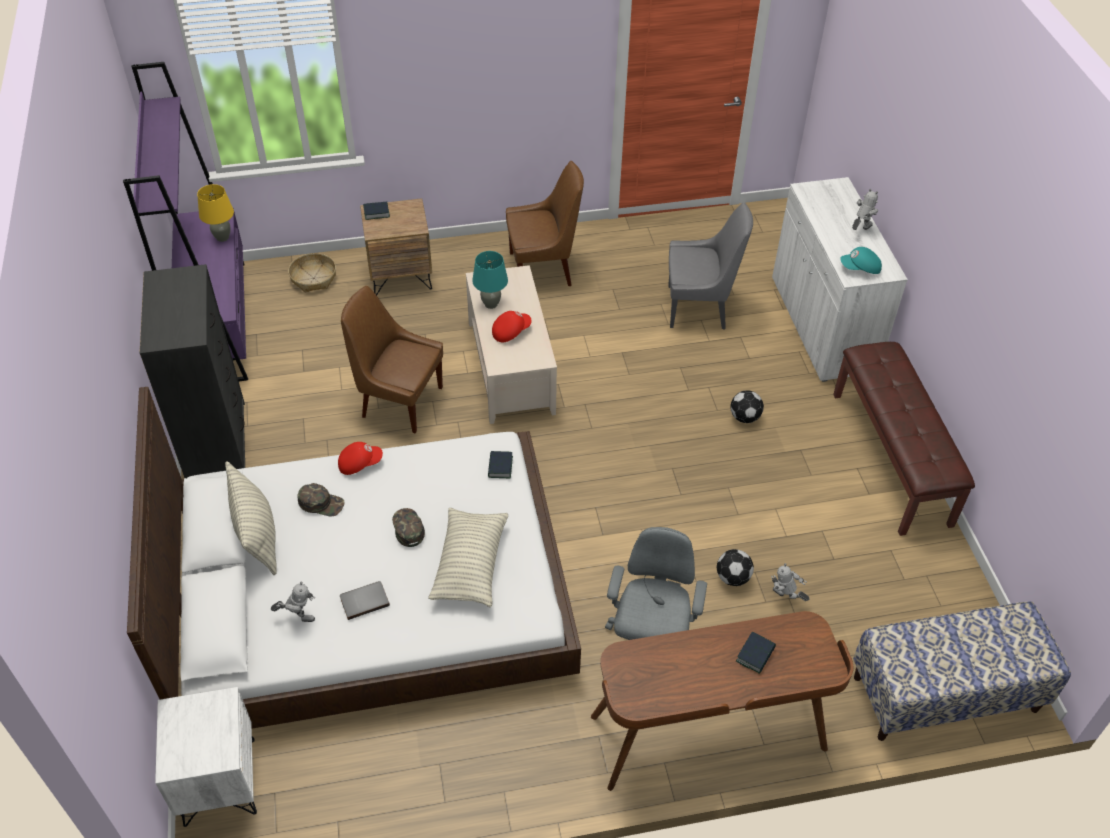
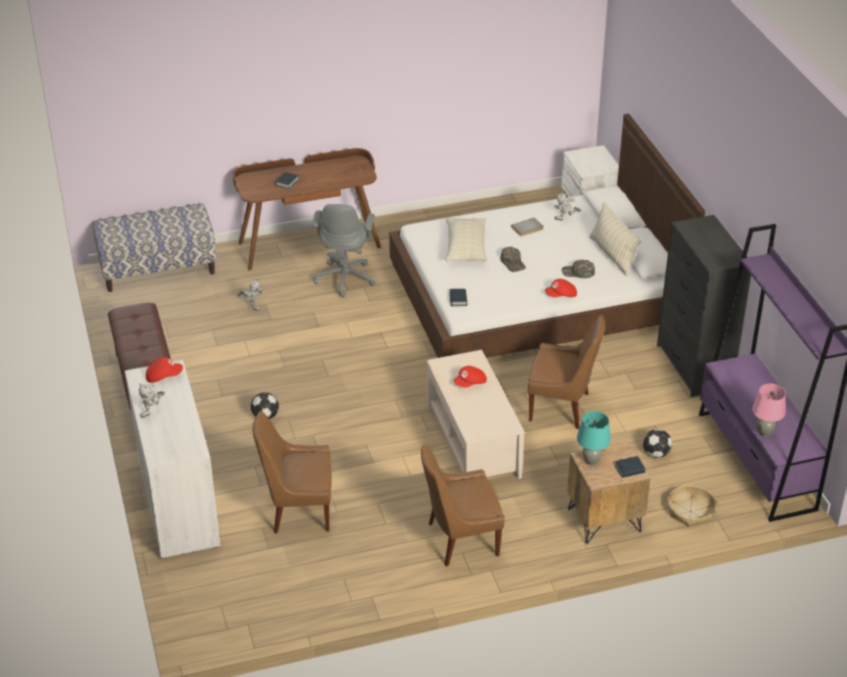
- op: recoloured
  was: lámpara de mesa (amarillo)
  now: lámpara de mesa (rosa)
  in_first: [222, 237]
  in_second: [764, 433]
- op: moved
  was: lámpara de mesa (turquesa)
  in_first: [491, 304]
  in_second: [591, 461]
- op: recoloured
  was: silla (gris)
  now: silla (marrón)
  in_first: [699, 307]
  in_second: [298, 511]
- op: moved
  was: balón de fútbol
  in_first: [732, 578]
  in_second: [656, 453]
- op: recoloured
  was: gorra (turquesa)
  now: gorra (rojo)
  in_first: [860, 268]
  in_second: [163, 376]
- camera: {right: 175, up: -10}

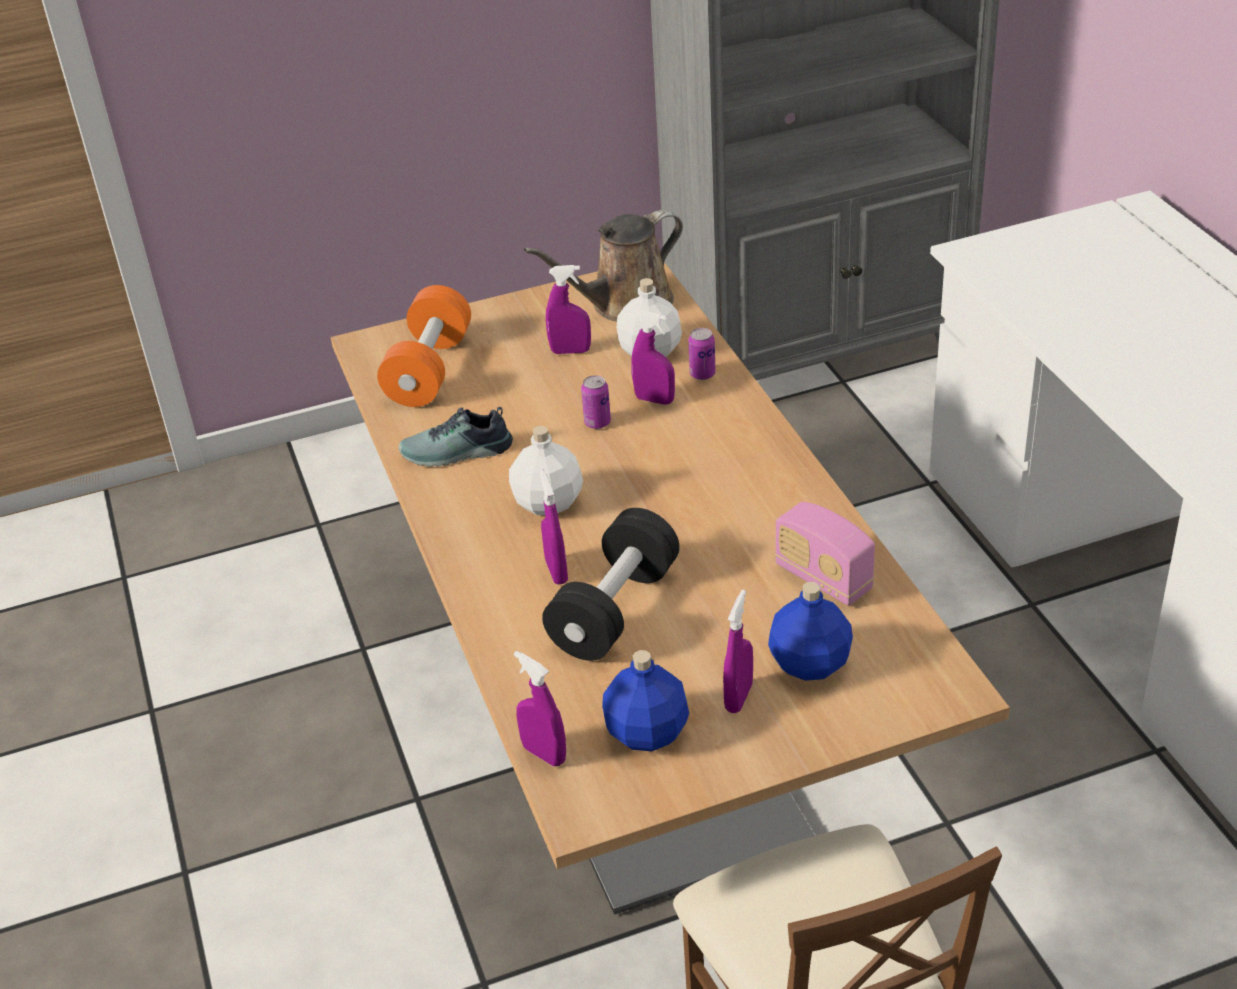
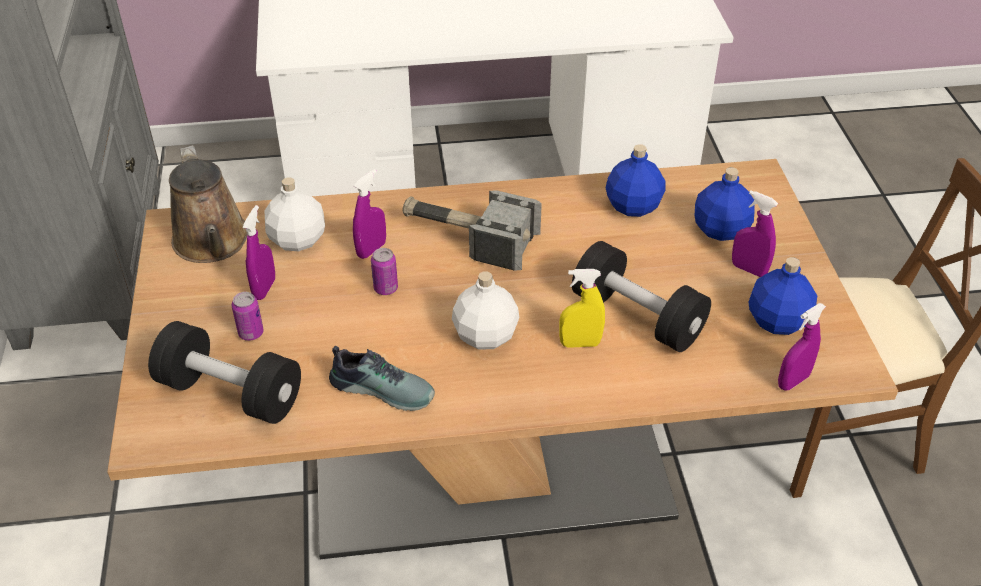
- op: recoloured
  was: mancuerna (naranja)
  now: mancuerna (negro)
  in_first: [429, 370]
  in_second: [230, 393]
- op: turned
  was: zapato
  in_first: [457, 453]
  in_second: [383, 387]
  clockwise: -75
- op: recoloured
  was: pulverizador (morado)
  now: pulverizador (amarillo)
  in_first: [556, 572]
  in_second: [580, 343]
- op: moved
  was: lata
  in_first: [702, 374]
  in_second: [251, 333]
- op: replaced
  was: radio
  now: botella (azul)
  in_first: [823, 578]
  in_second: [633, 206]
- op: added
  now: martillo
  in_second: [467, 237]
- camera: {right: -80, up: 5}

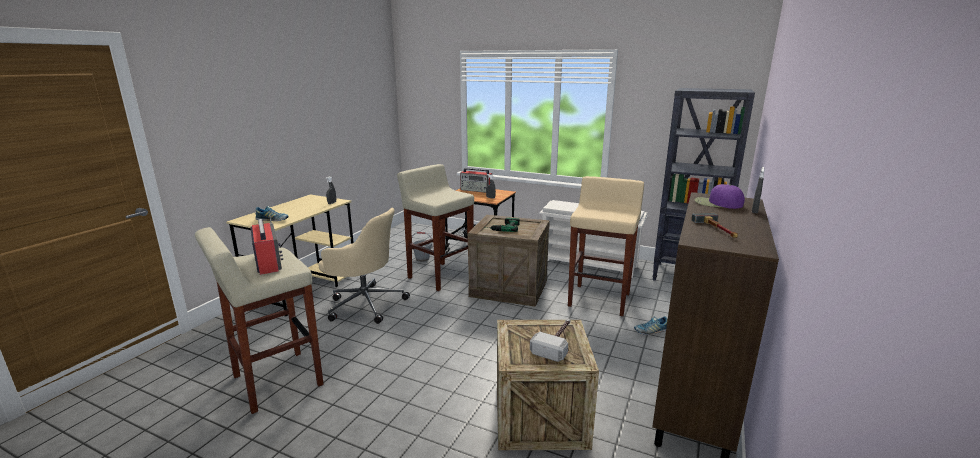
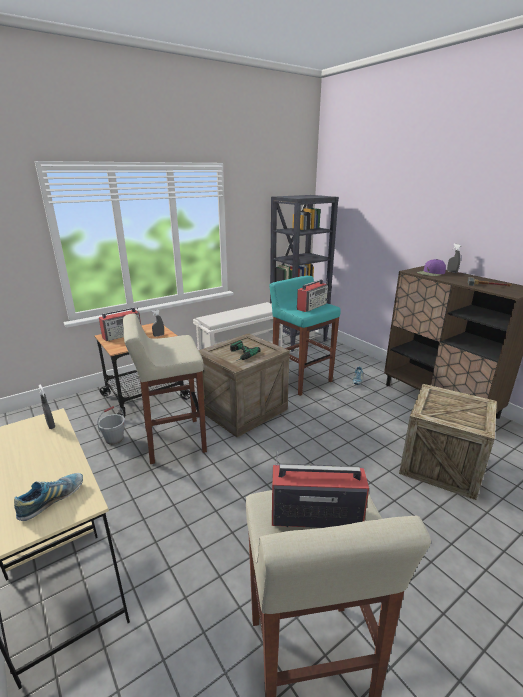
- op: removed
  was: silla de oficina (beis)
  in_first: [365, 304]
- op: removed
  was: martillo
  in_first: [557, 342]
- op: recoloured
  was: taburete (beis)
  now: taburete (turquesa)
  in_first: [599, 299]
  in_second: [301, 380]
- op: added
  now: radio
  in_second: [312, 306]
- camera: {right: -60, up: 5}

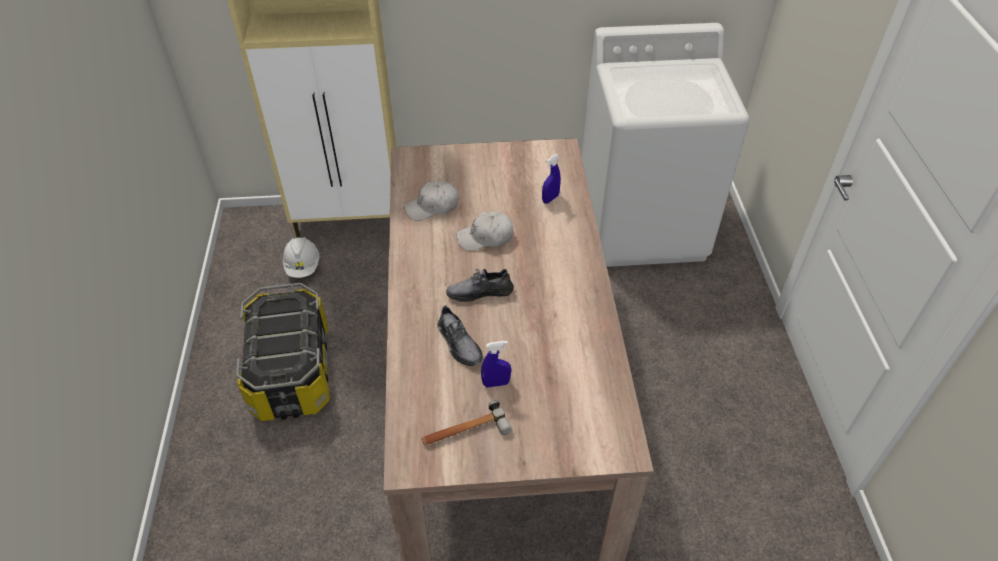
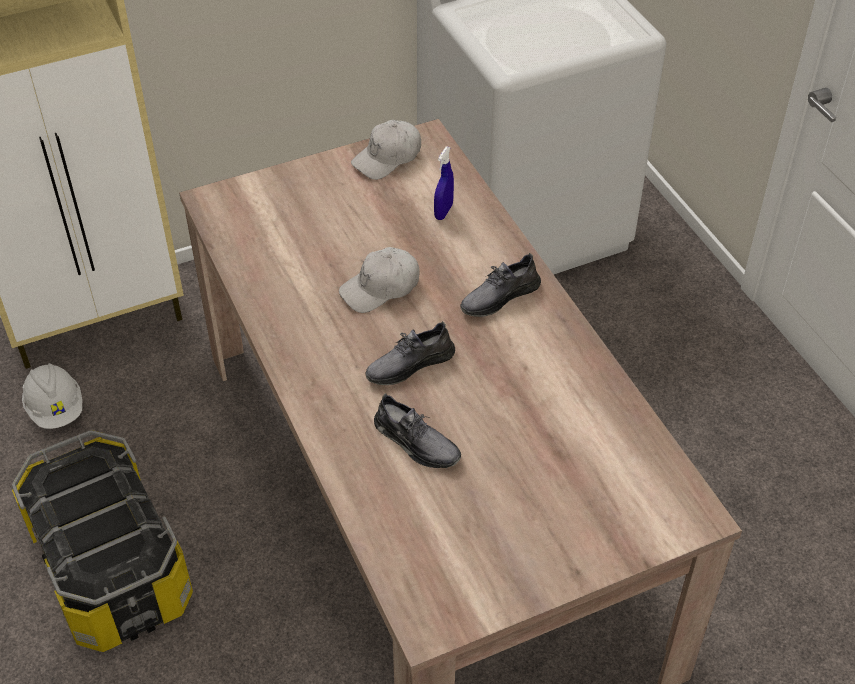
- op: moved
  was: gorra (blanco)
  in_first: [432, 207]
  in_second: [387, 158]
- op: removed
  was: martillo
  in_first: [464, 431]
- op: removed
  was: pulverizador (azul)
  in_first: [496, 383]
- op: added
  now: zapato (gris)
  in_second: [499, 297]
- camera: {right: -20, up: 0}

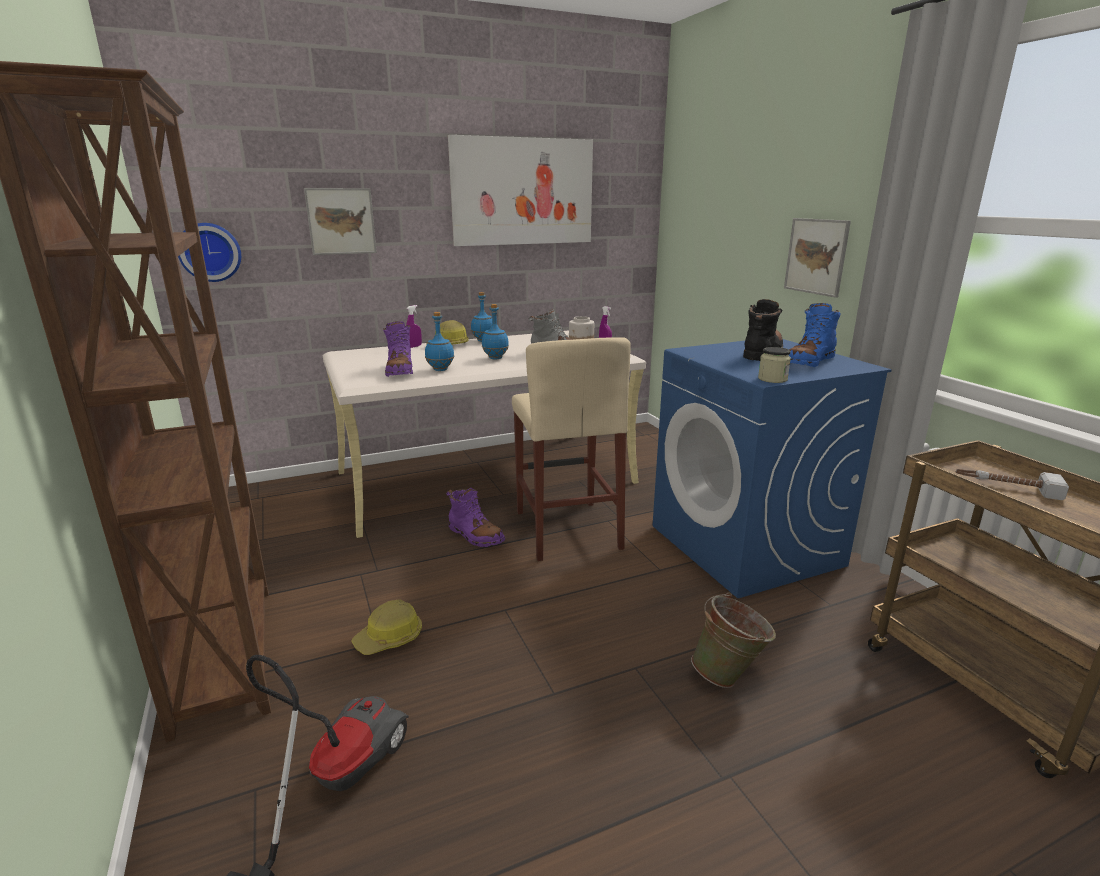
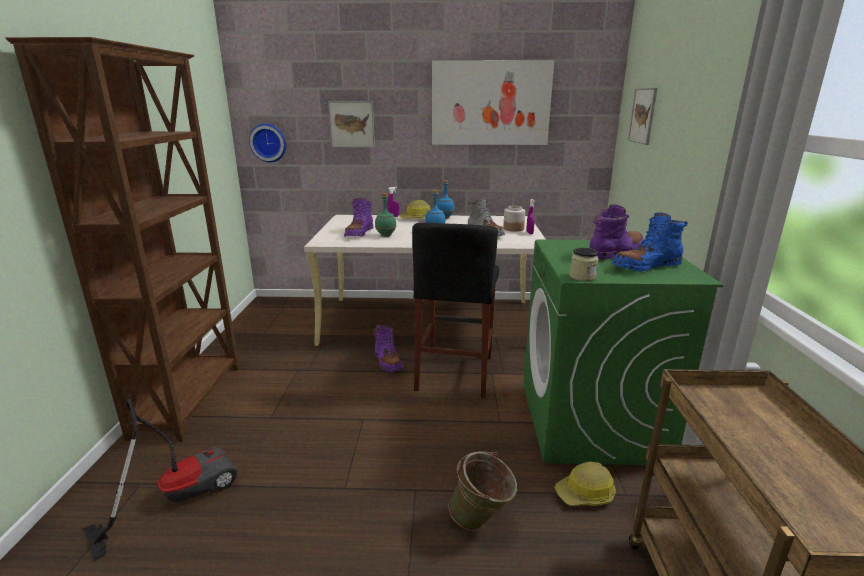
- op: moved
  was: casco
  in_first: [390, 638]
  in_second: [585, 494]
- op: recoloured
  was: botella (azul)
  now: botella (verde)
  in_first: [441, 370]
  in_second: [386, 236]
- op: recoloured
  was: taburete (beis)
  now: taburete (negro)
  in_first: [567, 529]
  in_second: [455, 372]
- op: recoloured
  was: lavadora (azul)
  now: lavadora (verde)
  in_first: [746, 546]
  in_second: [591, 422]
- op: recoloured
  was: bota (negro)
  now: bota (morado)
  in_first: [762, 353]
  in_second: [616, 253]
- op: moved
  was: cuadro
  in_first: [816, 256]
  in_second: [643, 115]
- op: removed
  was: martillo
  in_first: [1006, 487]
- camera: {right: 25, up: 0}

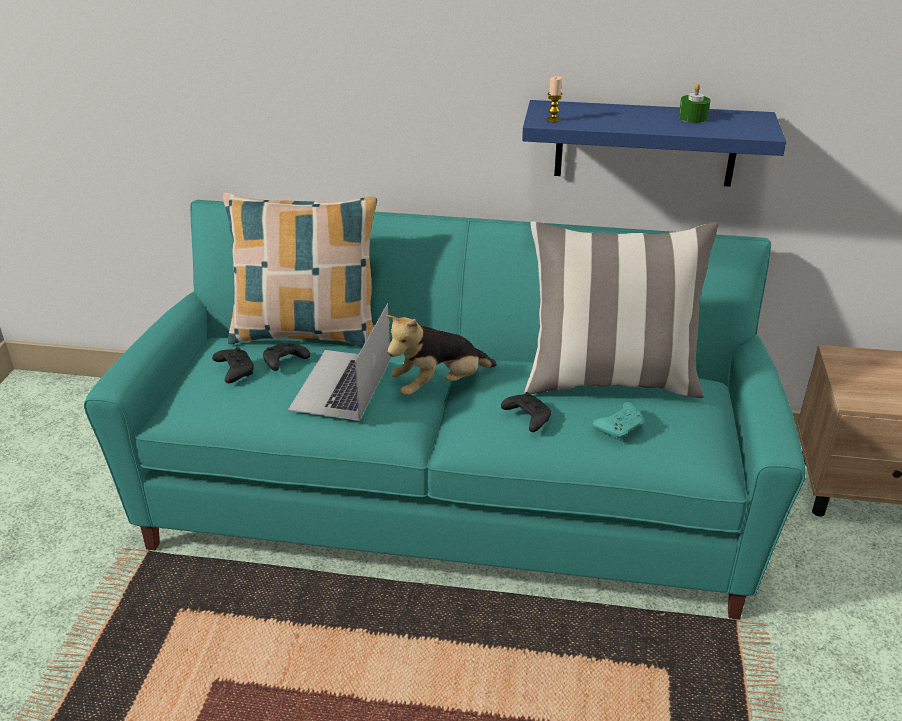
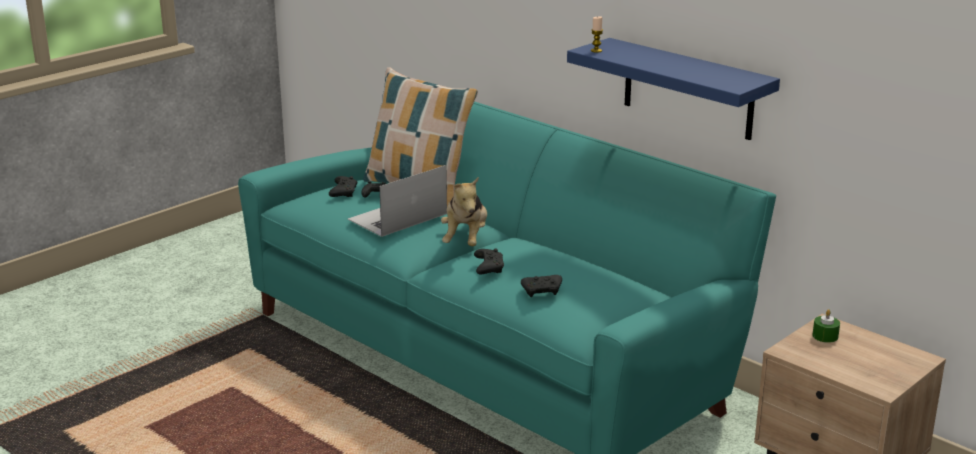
- op: turned
  was: peluche
  in_first: [439, 385]
  in_second: [466, 240]
  clockwise: -90
- op: removed
  was: cojín
  in_first: [610, 380]
- op: recoloured
  was: mando de consola (turquesa)
  now: mando de consola (negro)
  in_first: [620, 428]
  in_second: [542, 291]
- op: moved
  was: vela (verde)
  in_first: [693, 117]
  in_second: [825, 336]
- camera: {right: 35, up: -10}

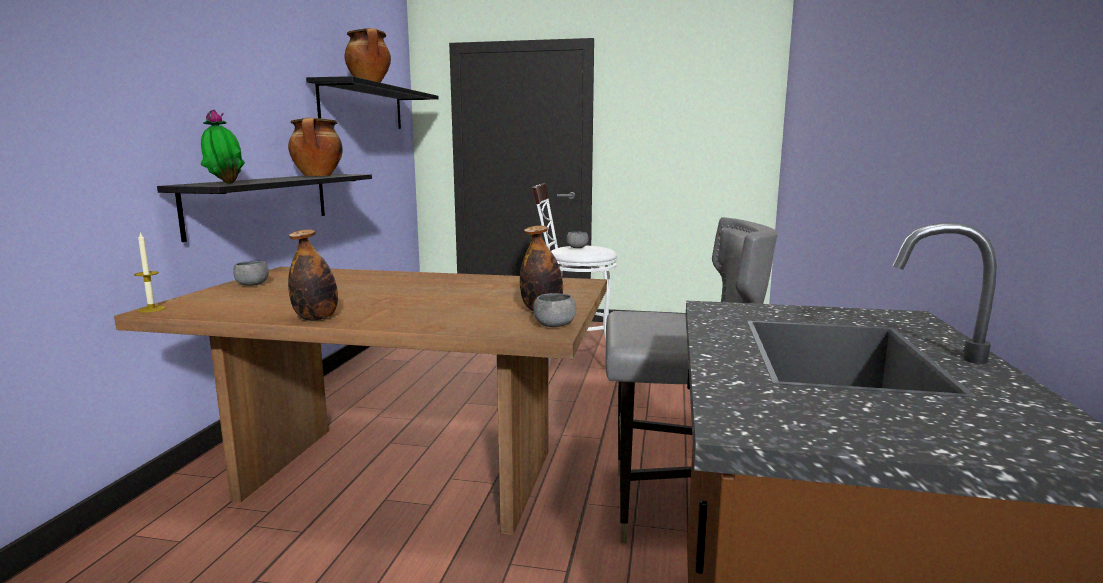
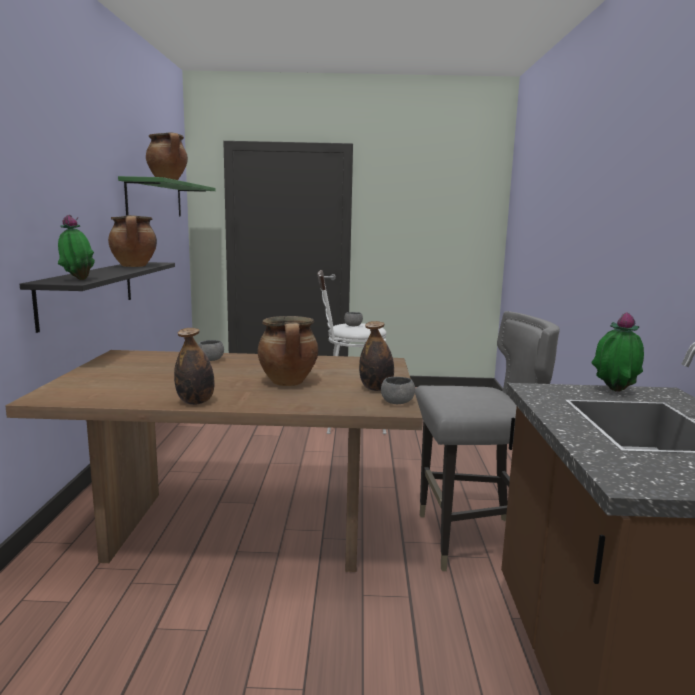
- op: removed
  was: vela
  in_first: [151, 309]
- op: moved
  was: cuenco (gris)
  in_first: [252, 285]
  in_second: [210, 360]
- op: recoloured
  was: estante (negro)
  now: estante (verde)
  in_first: [363, 107]
  in_second: [155, 199]
- op: added
  now: olla
  in_second: [288, 383]
- op: added
  now: planta en maceta
  in_second: [613, 392]
- camera: {right: -10, up: 0}

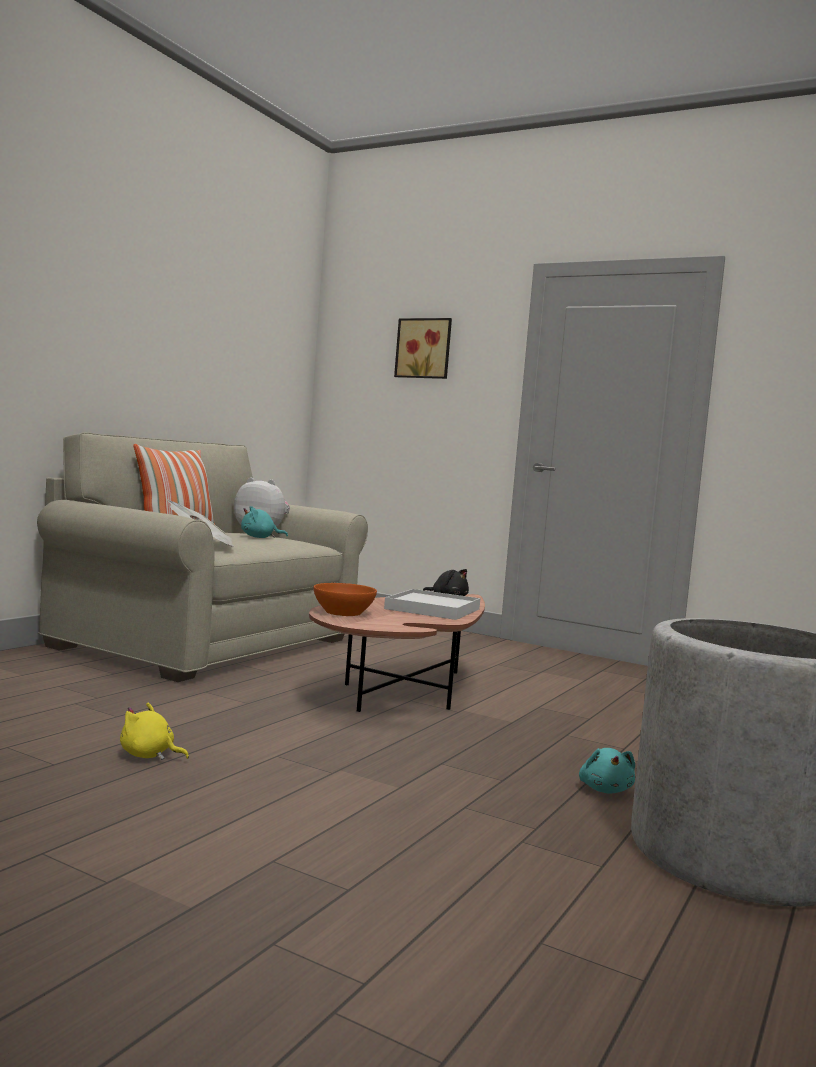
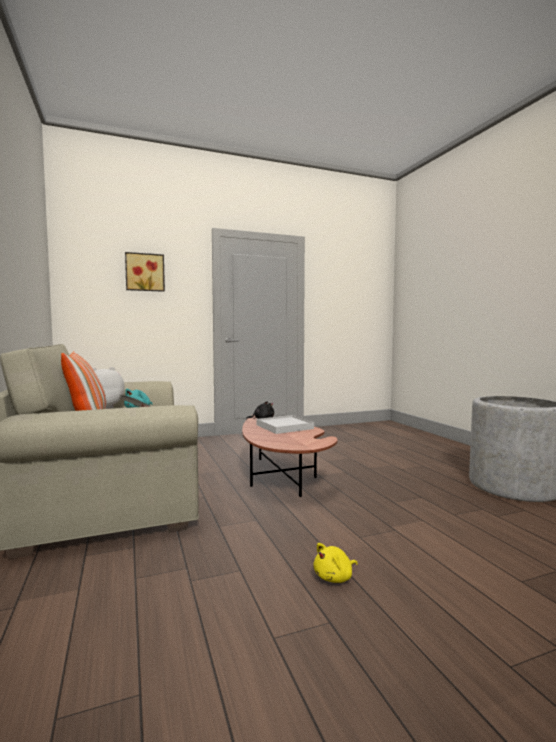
- op: removed
  was: cuenco (naranja)
  in_first: [343, 612]
- op: removed
  was: peluche (turquesa)
  in_first: [605, 789]
- camera: {right: -50, up: 0}

